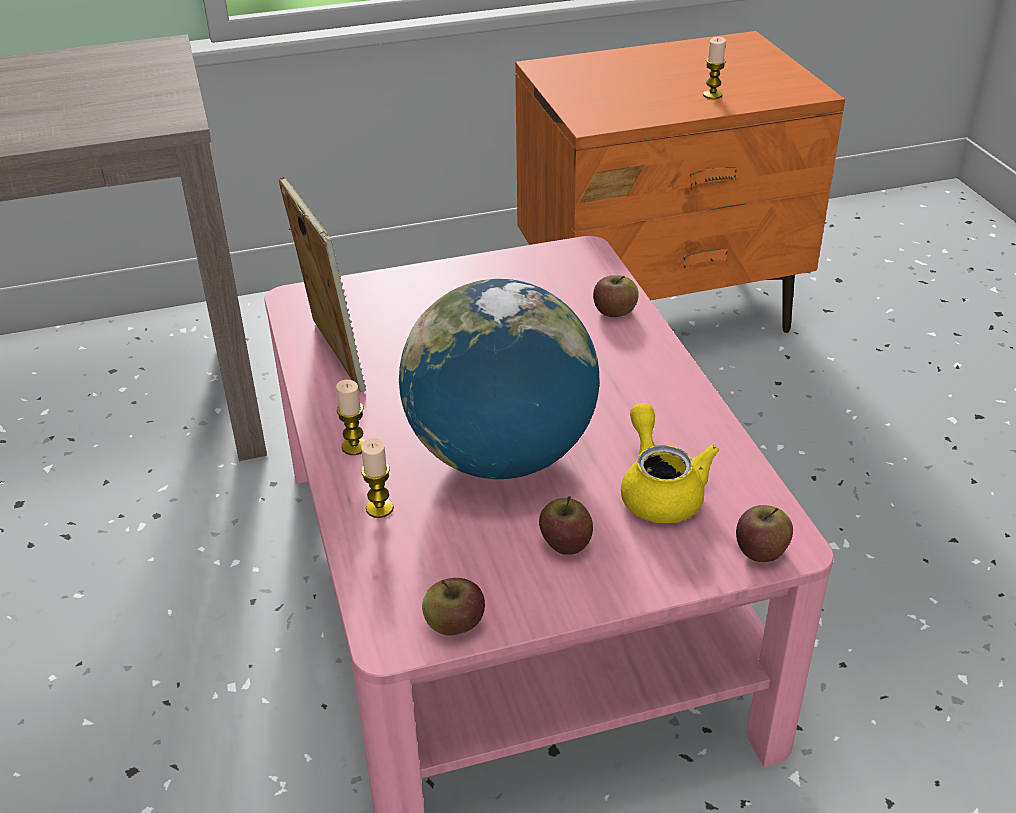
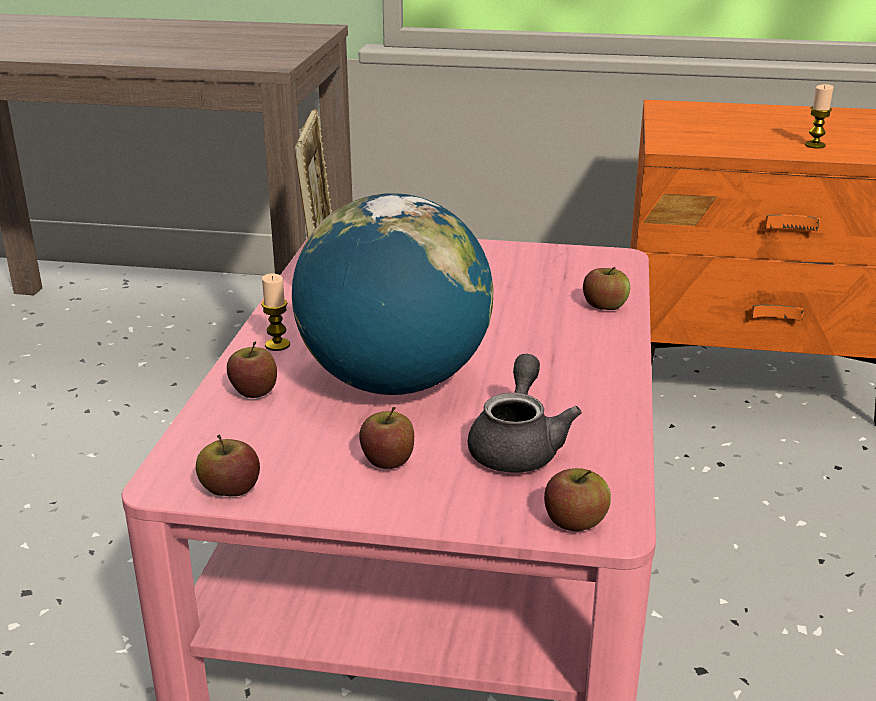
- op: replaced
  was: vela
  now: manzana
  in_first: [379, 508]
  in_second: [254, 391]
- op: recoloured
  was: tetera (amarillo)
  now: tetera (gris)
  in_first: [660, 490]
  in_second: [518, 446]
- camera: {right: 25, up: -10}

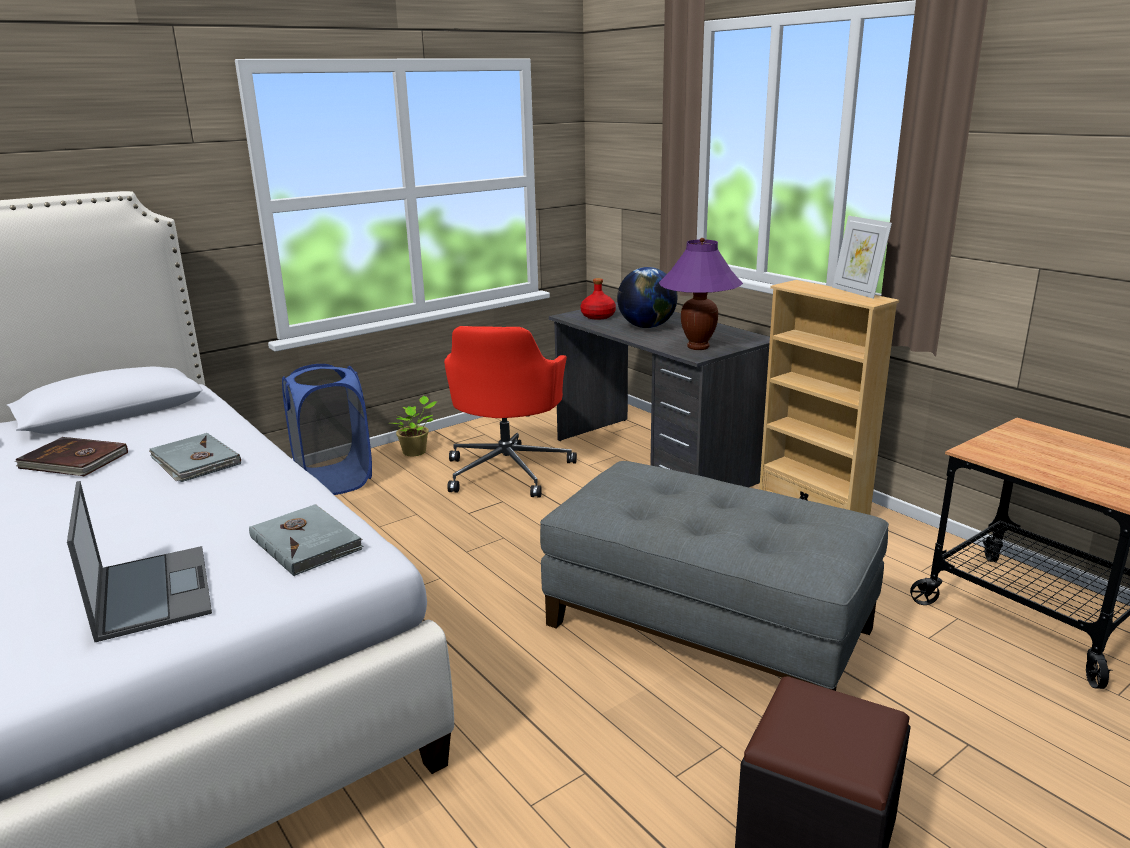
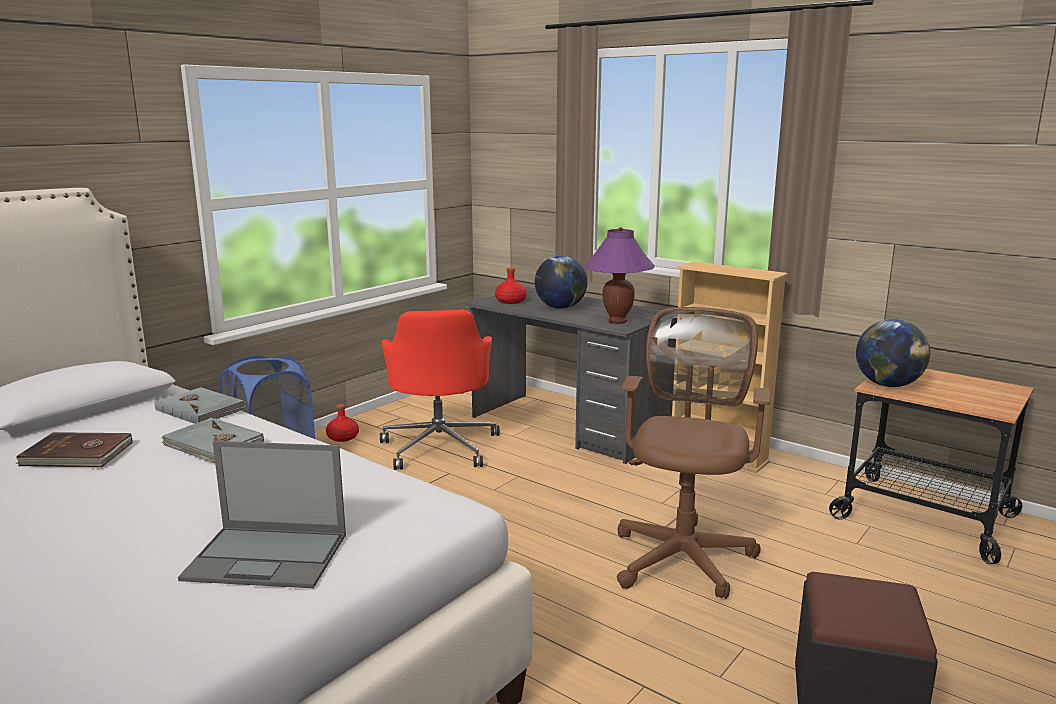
- op: turned
  was: portátil
  in_first: [152, 591]
  in_second: [269, 557]
  clockwise: 135
- op: moved
  was: libro (gris)
  in_first: [307, 542]
  in_second: [201, 409]
- op: replaced
  was: planta en maceta
  now: botella (rojo)
  in_first: [416, 452]
  in_second: [342, 437]
- op: replaced
  was: puf (gris)
  now: silla de oficina (marrón)
  in_first: [708, 626]
  in_second: [684, 555]
- op: removed
  was: portarretratos
  in_first: [857, 292]
- op: added
  now: globo terráqueo
  in_second: [888, 385]
- camera: {right: -15, up: -5}

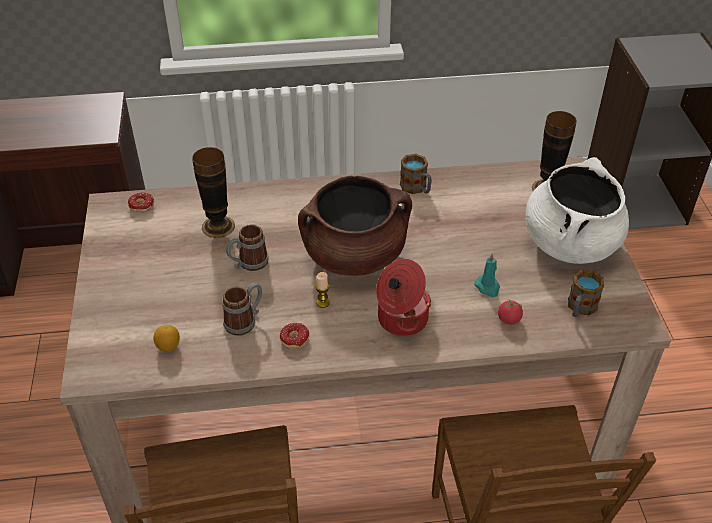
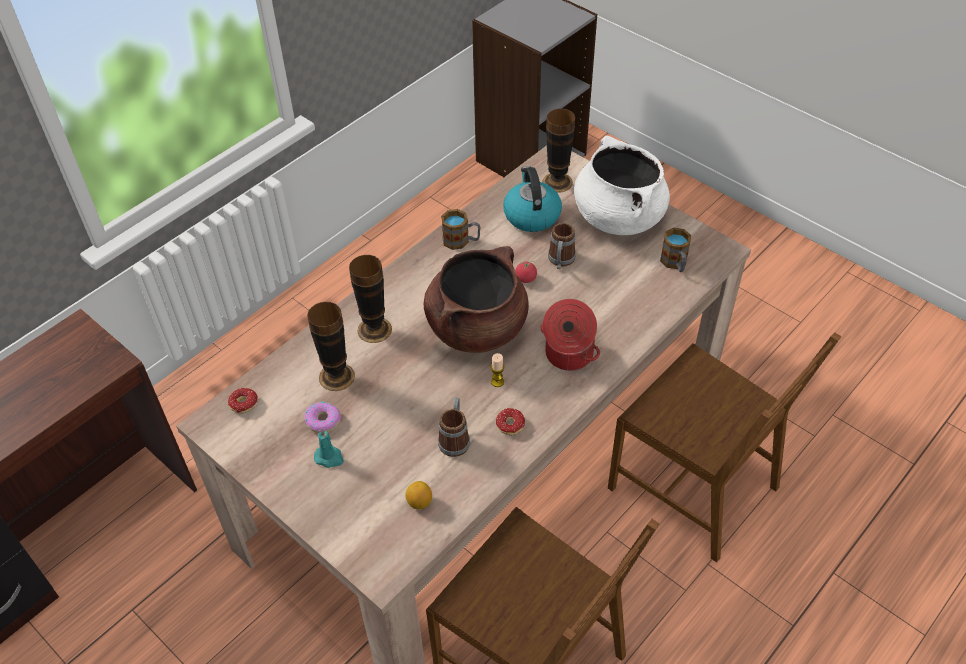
- op: moved
  was: taza grande
  in_first: [248, 263]
  in_second: [560, 261]
- op: moved
  was: vela (turquesa)
  in_first: [488, 287]
  in_second: [329, 458]
- op: moved
  was: tomate
  in_first: [509, 319]
  in_second: [525, 278]
- op: added
  now: rosquilla
  in_second: [323, 420]
- op: added
  now: florero
  in_second: [374, 329]
- op: added
  now: hervidor
  in_second: [531, 215]
- camera: {right: -40, up: 5}

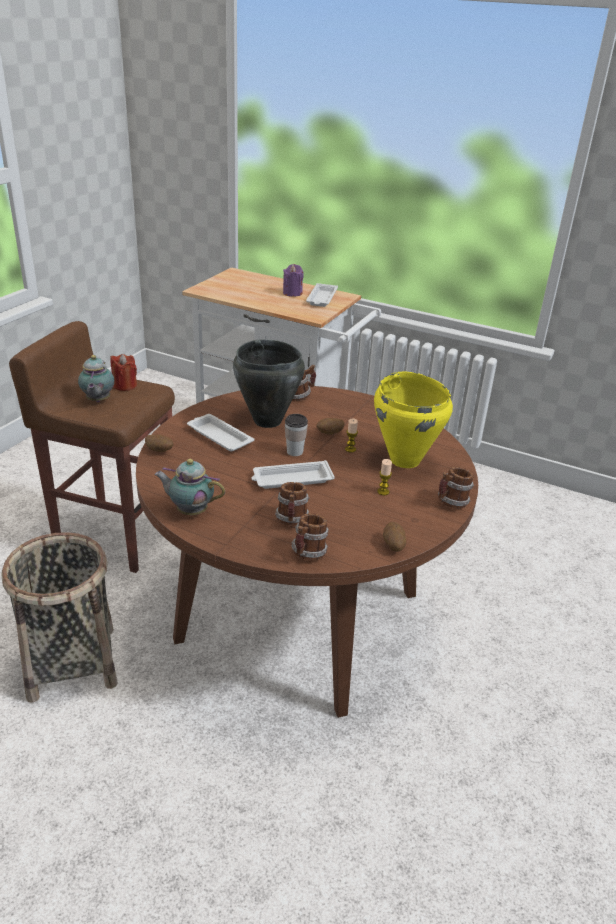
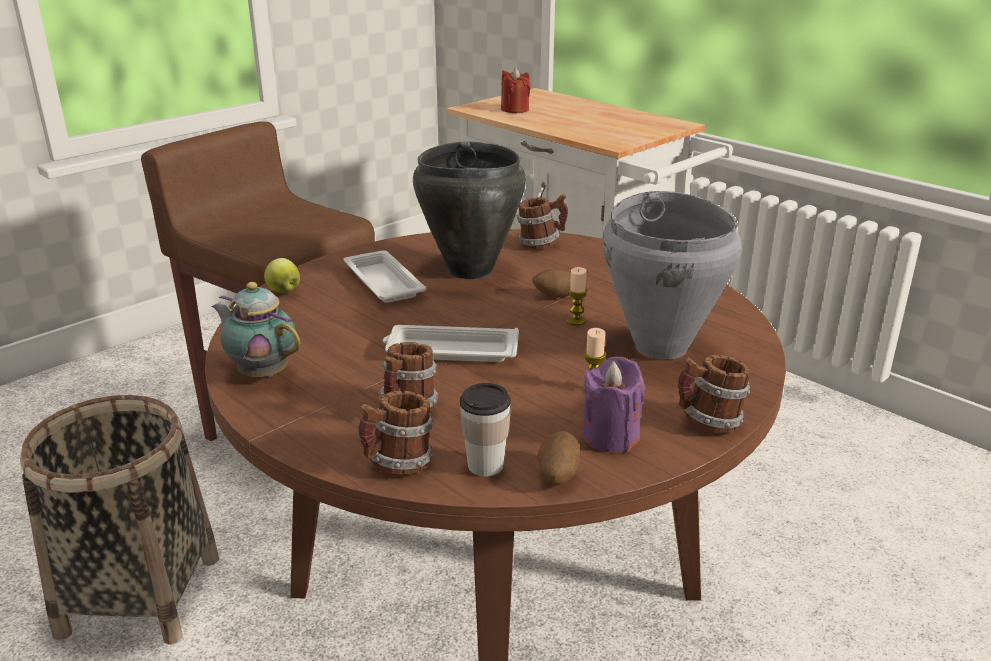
- op: removed
  was: tetera
  in_first: [98, 401]
- op: moved
  was: vela (rojo)
  in_first: [124, 385]
  in_second: [515, 109]
- op: replaced
  was: patata
  now: manzana
  in_first: [159, 451]
  in_second: [283, 291]
- op: moved
  was: vela (morado)
  in_first: [292, 293]
  in_second: [610, 436]
- op: moved
  was: taza
  in_first: [295, 452]
  in_second: [485, 466]
- op: removed
  was: bandeja (blanco)
  in_first: [321, 299]
- op: recoloured
  was: olla (amarillo)
  now: olla (gris)
  in_first: [405, 460]
  in_second: [661, 346]
- camera: {right: 20, up: -5}

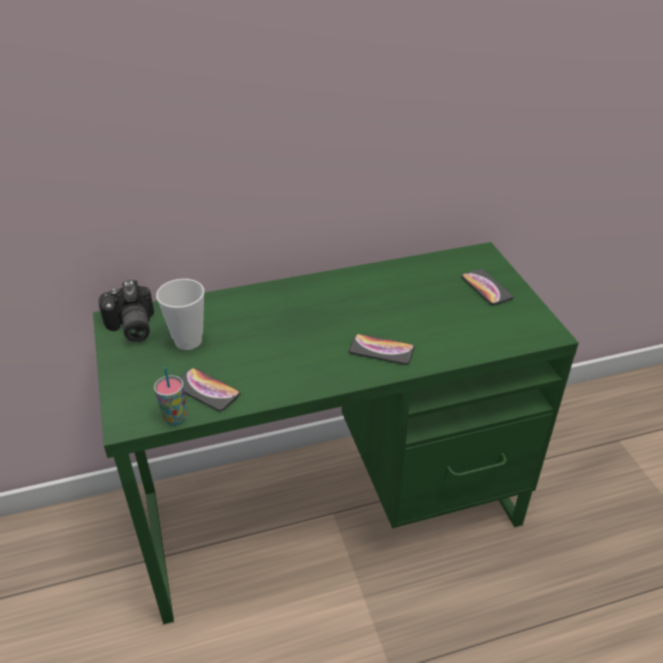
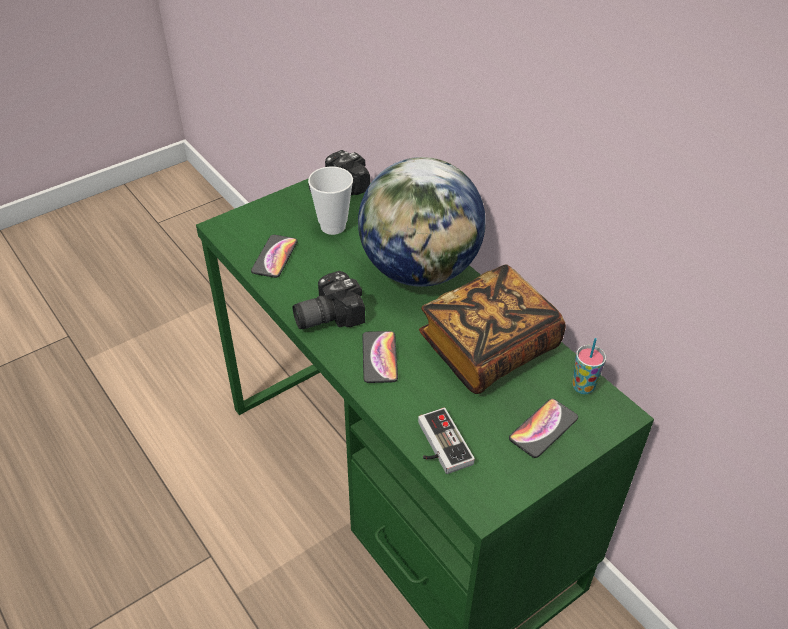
- op: moved
  was: taza
  in_first: [175, 418]
  in_second: [583, 387]
- op: added
  now: cámara
  in_second: [326, 315]
- op: added
  now: globo terráqueo
  in_second: [420, 270]
- op: added
  now: mando de consola
  in_second: [438, 445]
- op: added
  now: libro
  in_second: [488, 348]
- camera: {right: 70, up: 5}

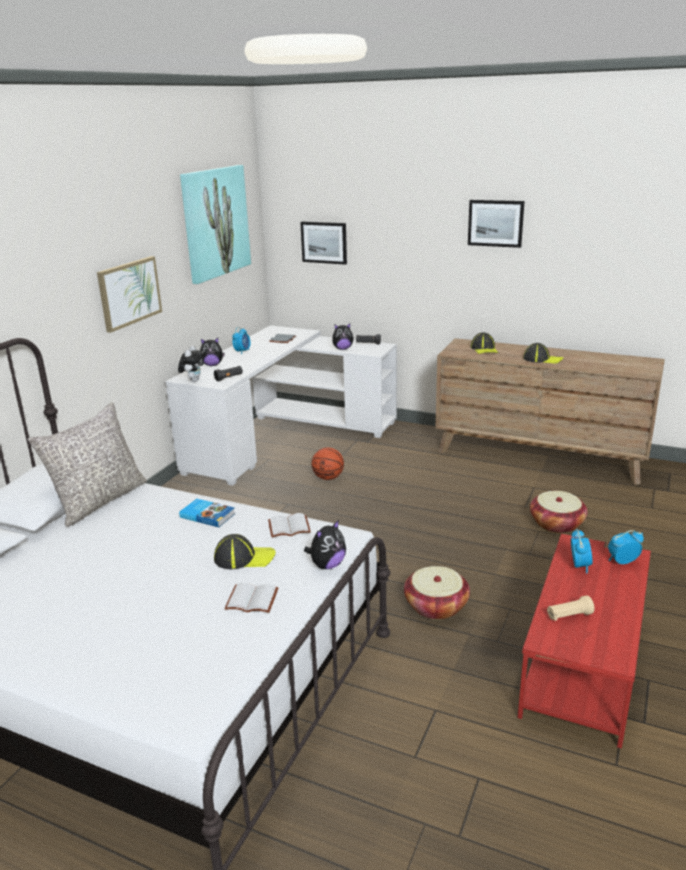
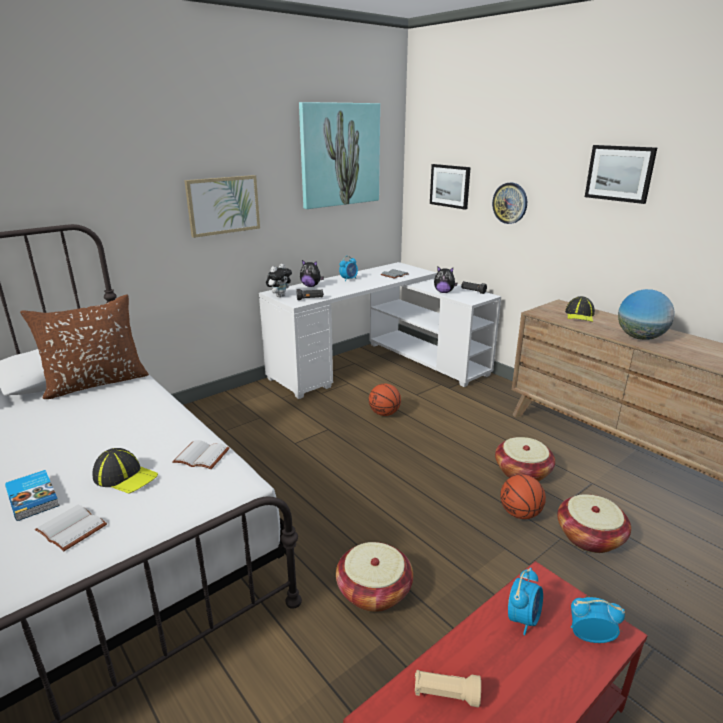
- op: recoloured
  was: cojín (gris)
  now: cojín (marrón)
  in_first: [99, 501]
  in_second: [96, 383]
- op: moved
  was: libro
  in_first: [208, 515]
  in_second: [34, 497]
- op: removed
  was: peluche
  in_first: [327, 565]
- op: replaced
  was: gorra
  now: globo terráqueo
  in_first: [542, 359]
  in_second: [640, 337]
- op: added
  now: reloj de pared
  in_second: [510, 203]
- op: added
  now: cesta
  in_second: [522, 472]
- op: added
  now: balón de baloncesto
  in_second: [520, 513]
- camera: {right: 25, up: 0}

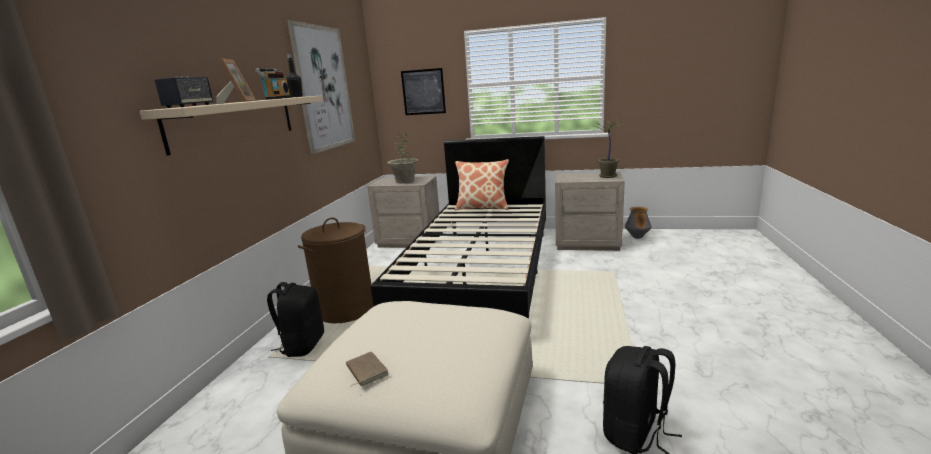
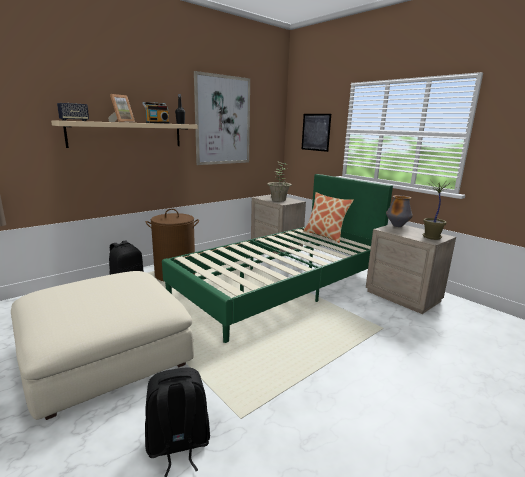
- op: removed
  was: libro (marrón)
  in_first: [365, 371]
- op: recoloured
  was: cama (negro)
  now: cama (verde)
  in_first: [480, 273]
  in_second: [281, 285]
- op: moved
  was: florero
  in_first: [637, 237]
  in_second: [397, 226]
- camera: {right: 35, up: 0}

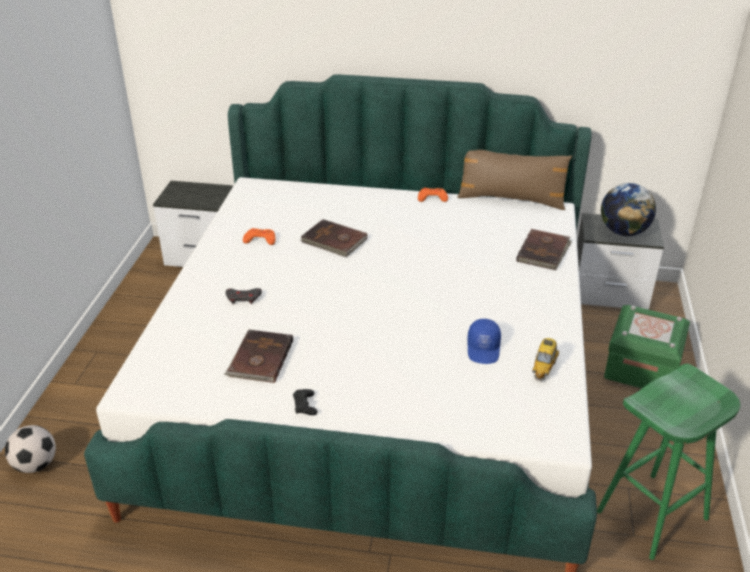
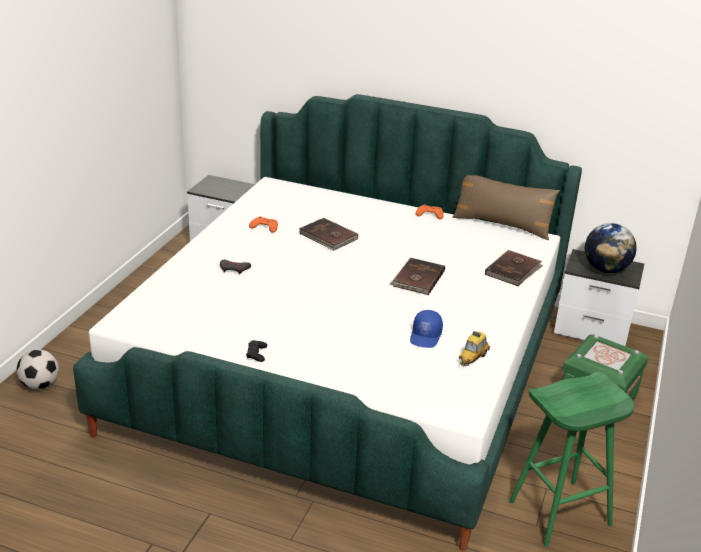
- op: moved
  was: libro (marrón)
  in_first: [260, 359]
  in_second: [417, 278]
- camera: {right: 10, up: -5}

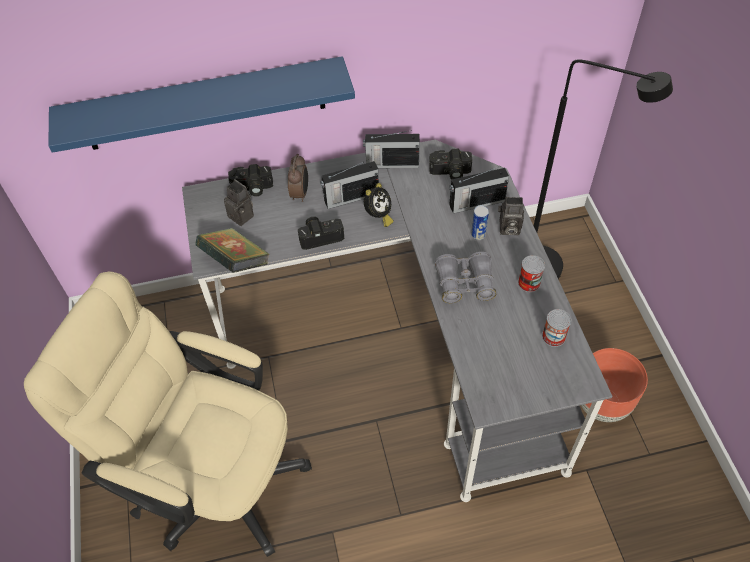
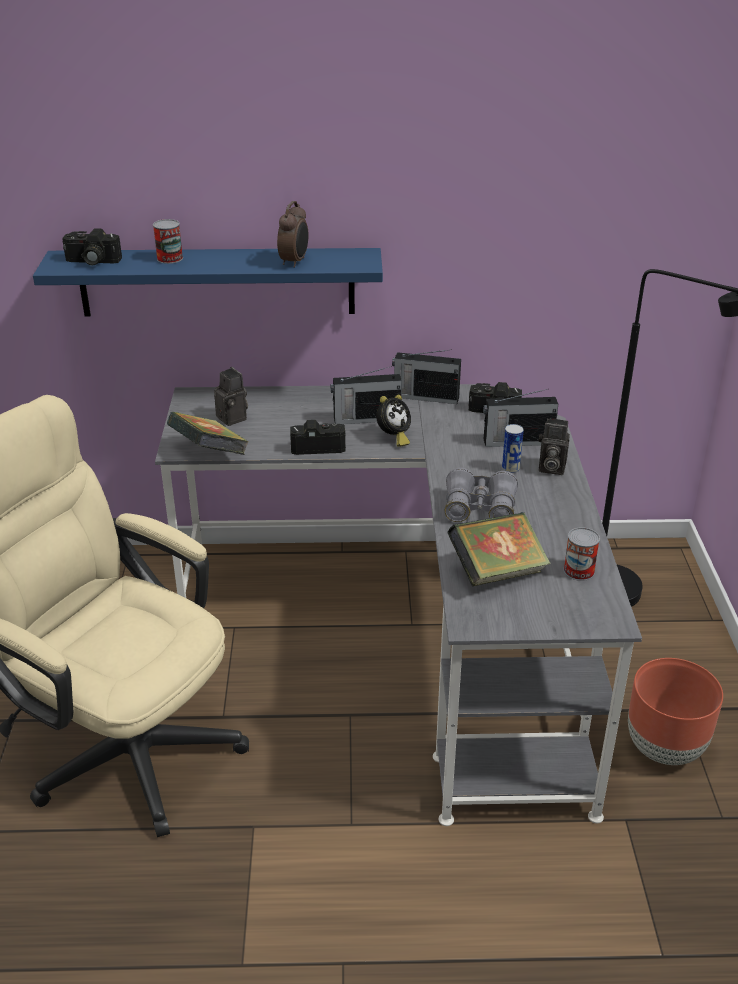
- op: moved
  was: cámara
  in_first: [252, 189]
  in_second: [92, 262]
- op: moved
  was: despertador
  in_first: [300, 193]
  in_second: [295, 262]
- op: moved
  was: lata
  in_first: [529, 283]
  in_second: [170, 258]
- op: added
  now: libro
  in_second: [497, 572]
- camera: {right: 10, up: -20}

